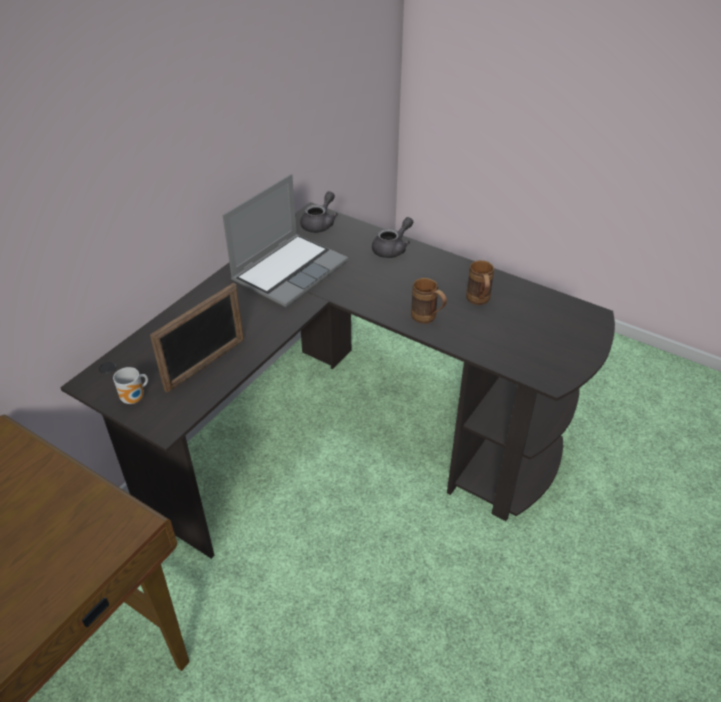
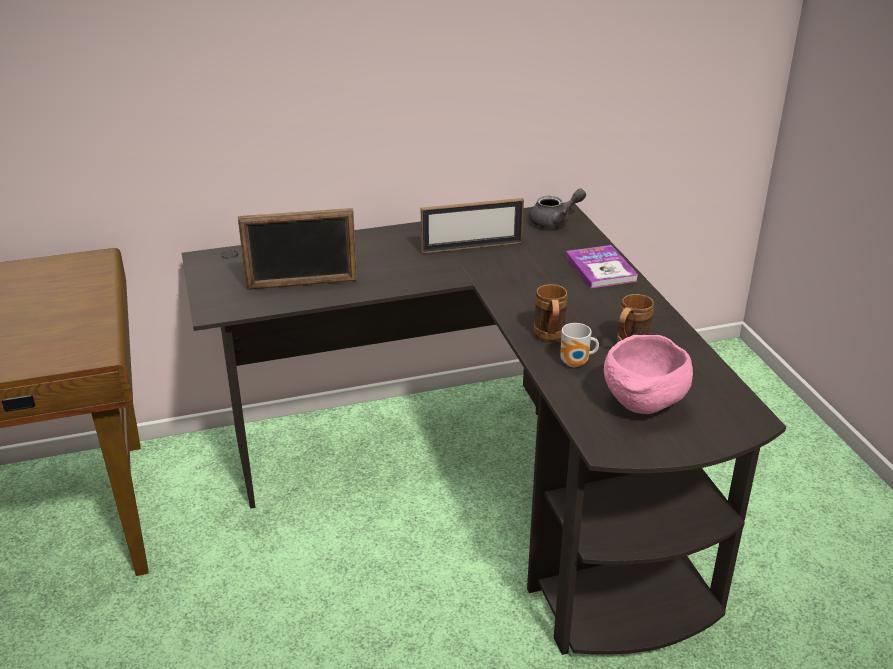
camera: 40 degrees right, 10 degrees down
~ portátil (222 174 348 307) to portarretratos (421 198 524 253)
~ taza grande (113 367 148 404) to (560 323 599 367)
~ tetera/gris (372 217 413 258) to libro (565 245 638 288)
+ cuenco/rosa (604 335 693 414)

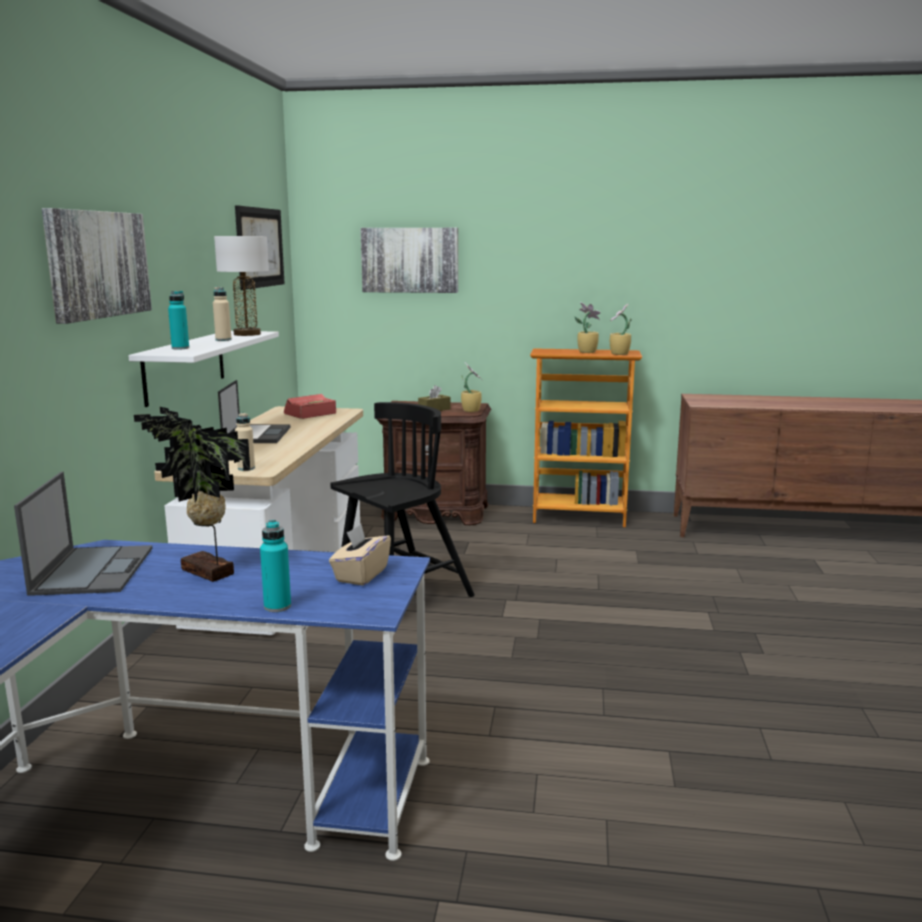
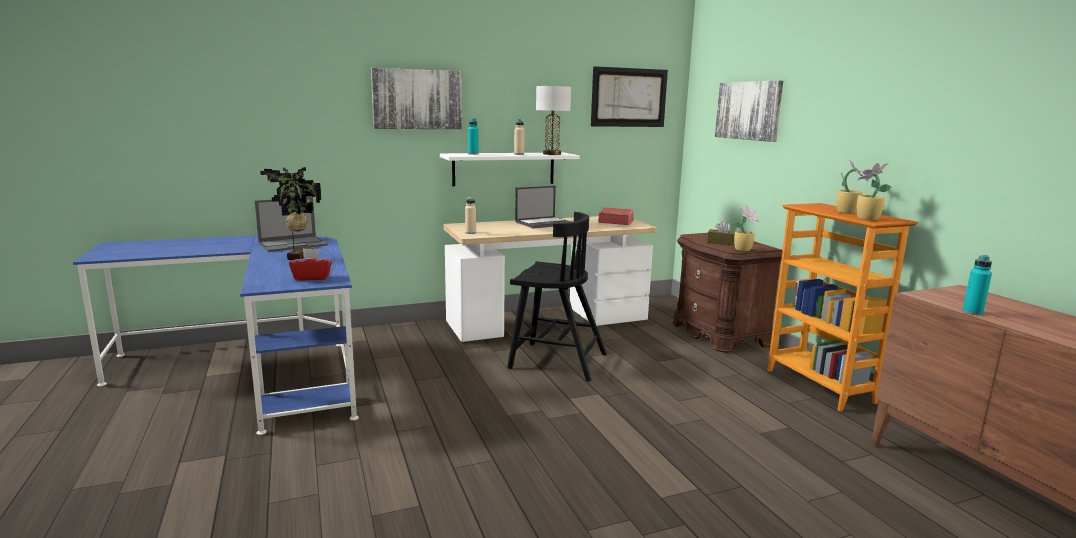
camera: 60 degrees right, 0 degrees up
~ caja de pañuelos/beis (329 524 391 586) to caja de pañuelos/rojo (289 248 332 280)
~ botella/turquesa (260 520 291 612) to (962 255 992 315)

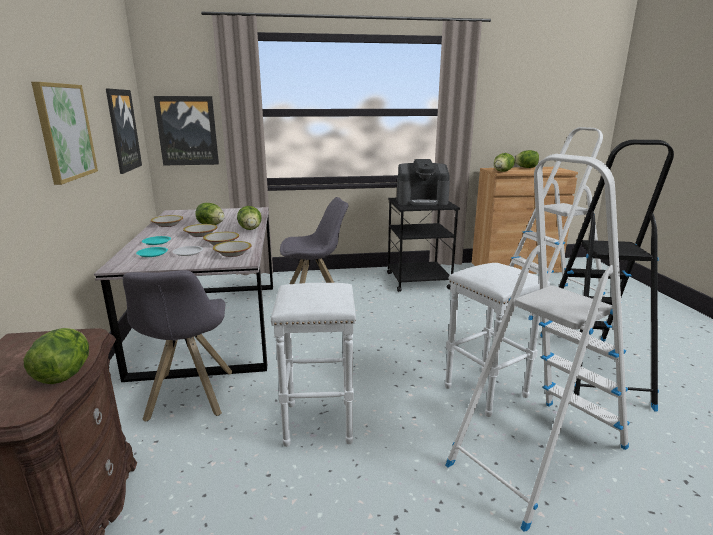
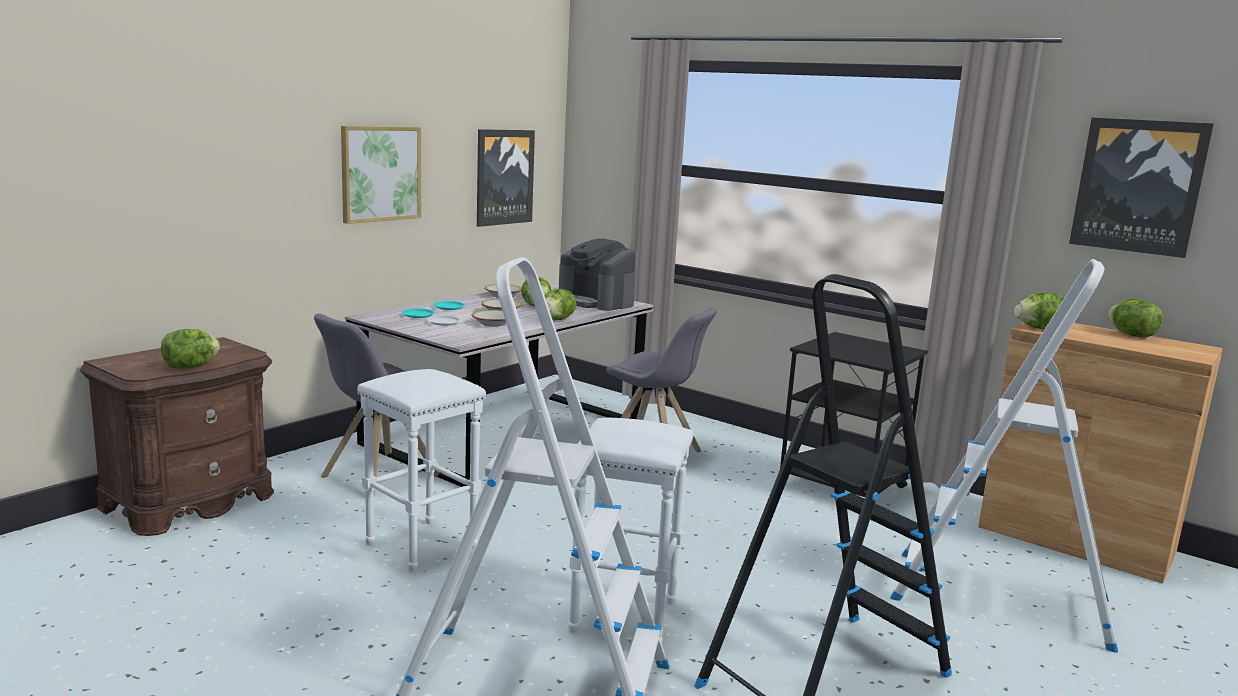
camera: 45 degrees right, 5 degrees down
~ cafetera (397 159 450 206) to (559 238 636 311)
~ cuadro (154 96 219 166) to (1069 118 1214 258)
- cuenco (213 241 252 257)

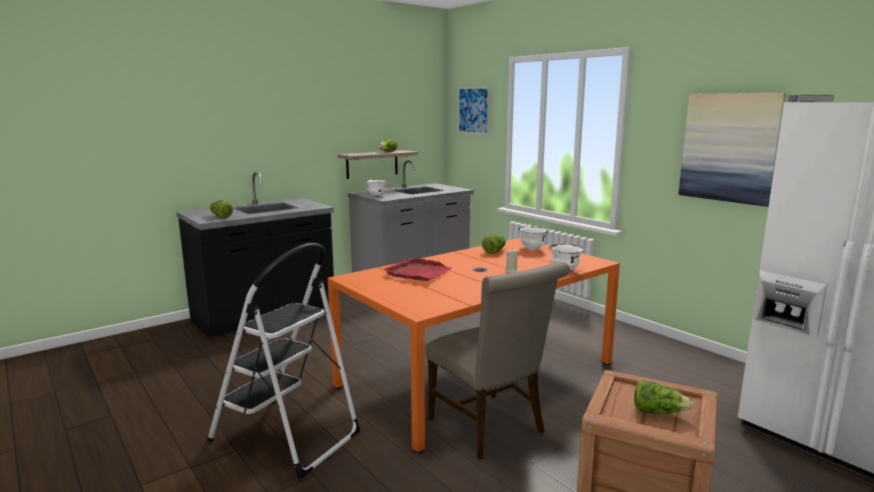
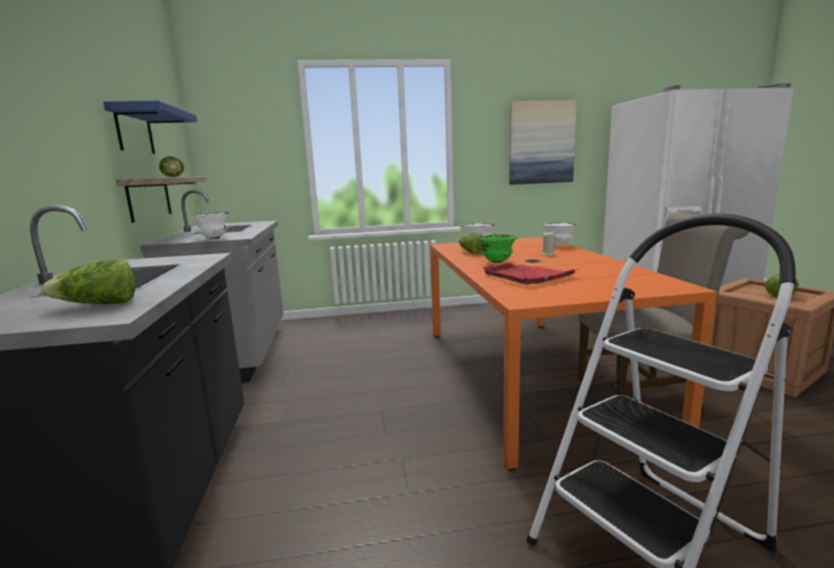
camera: 60 degrees left, 0 degrees up
+ estante/azul (103 101 197 154)
+ cuenco/verde (477 235 517 263)
- cuadro (458 87 490 135)

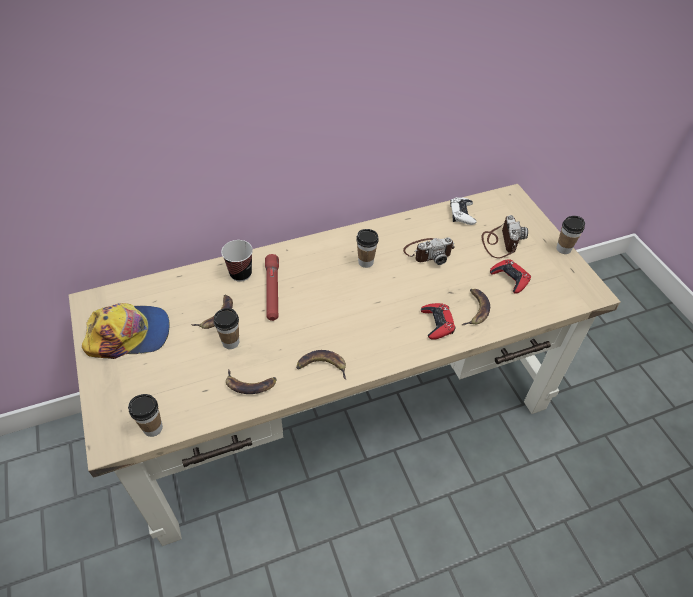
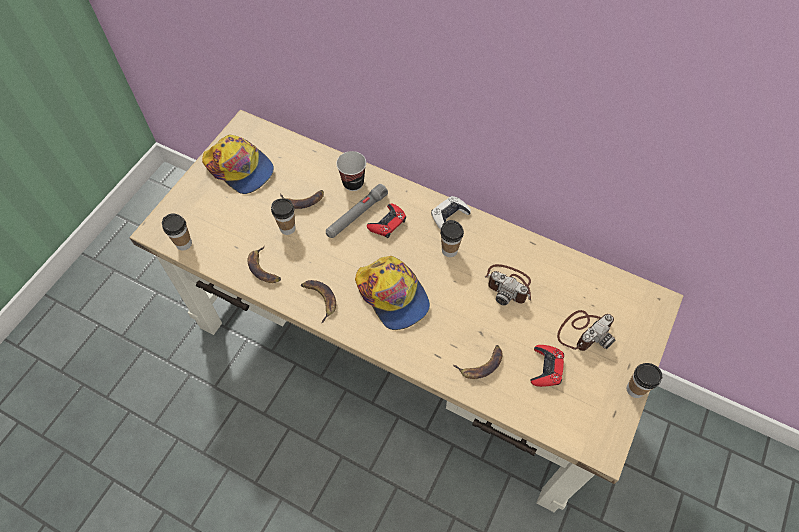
camera: 50 degrees right, 10 degrees up
~ linterna/rojo (265 254 279 321) to linterna/gris (326 184 388 238)
+ gorra (355 256 430 330)
~ mando de consola/rojo (421 303 455 340) to (367 204 406 238)
~ mando de consola/blanco (450 197 477 225) to (431 196 471 230)

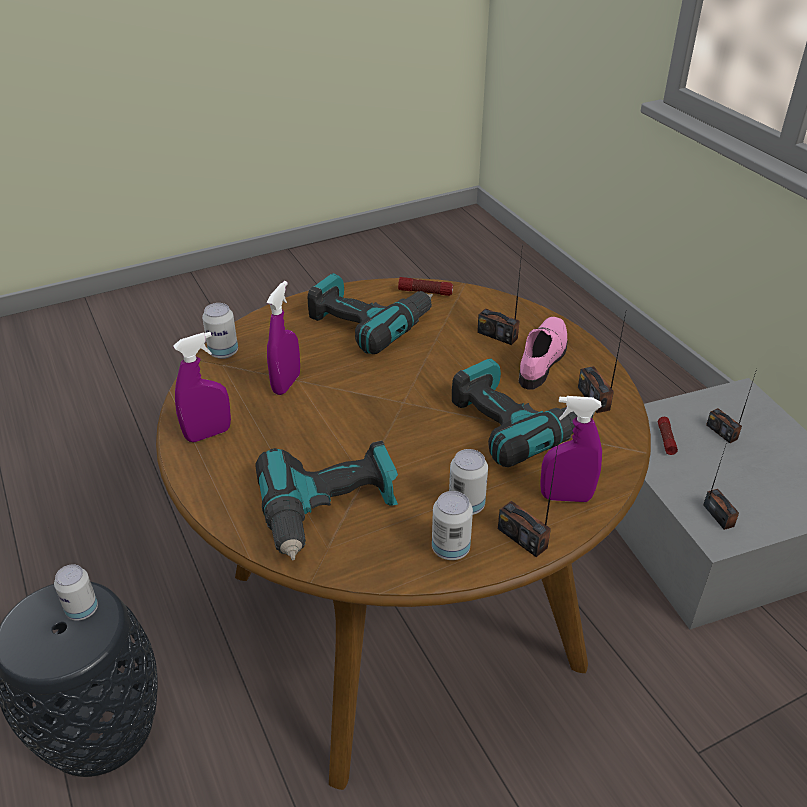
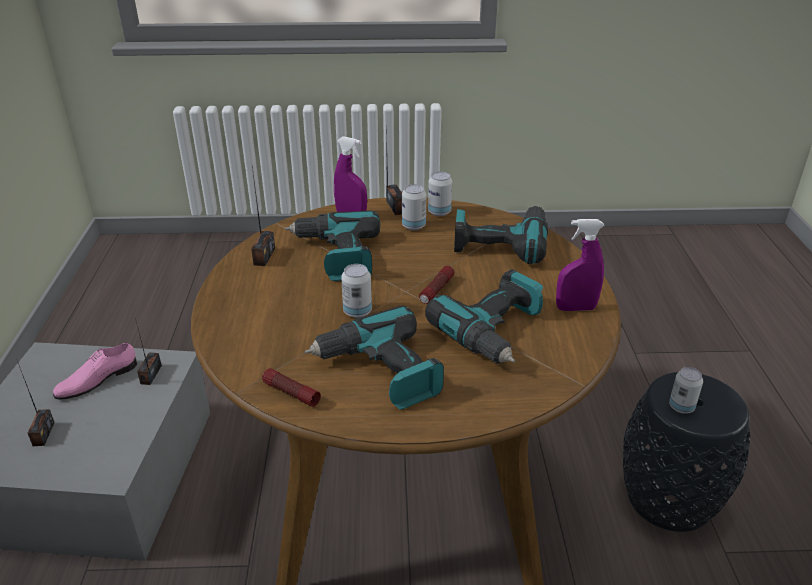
camera: 155 degrees left, 5 degrees down
~ zapato/rosa (519 317 568 390) to (53 343 137 400)
~ lata (202 303 238 359) to (341 264 372 318)
~ linterna (658 417 678 455) to (419 266 454 304)
~ pulverizador/morado (267 281 300 395) to taladro (425 269 543 364)
- radio (477 244 523 345)

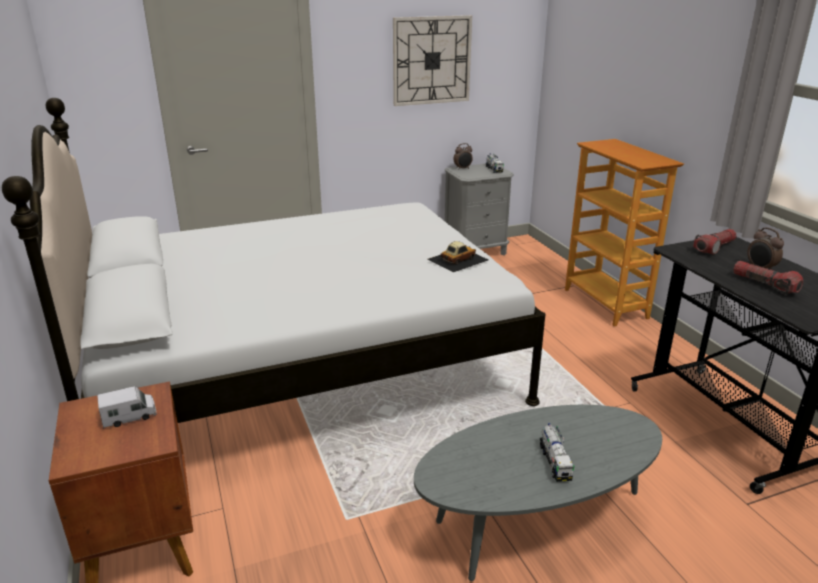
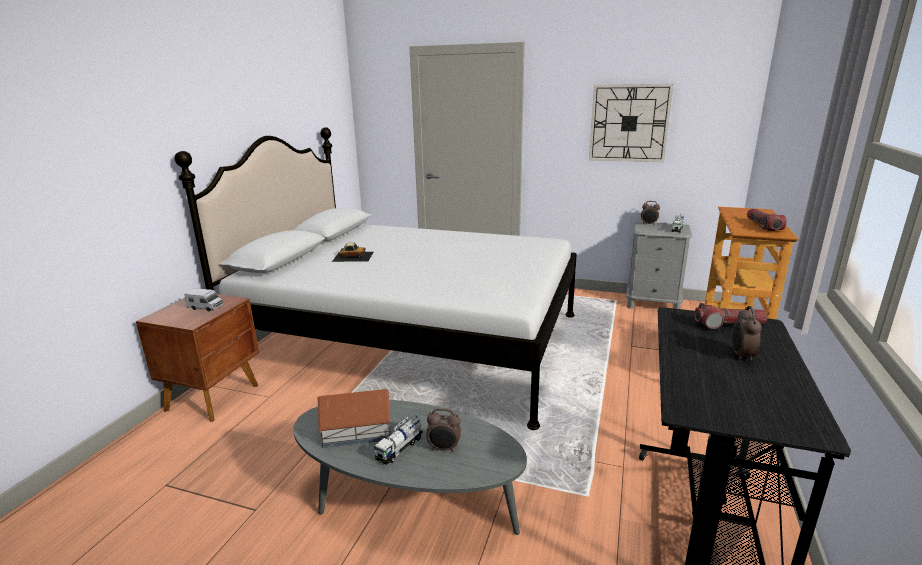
camera: 40 degrees right, 5 degrees down
+ casita (317 389 392 448)
~ coche de juguete (428 241 488 272) to (332 242 374 262)
+ despertador (426 408 461 452)
~ linterna (733 261 803 295) to (747 209 787 231)

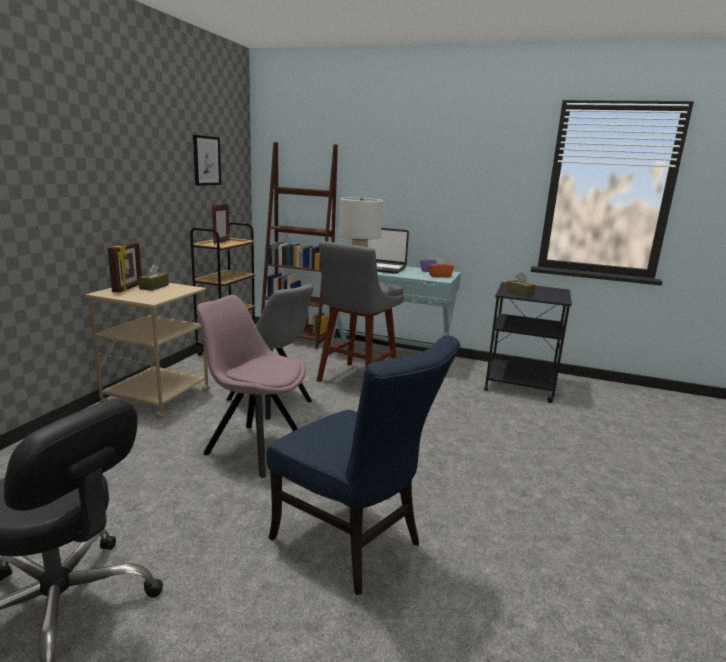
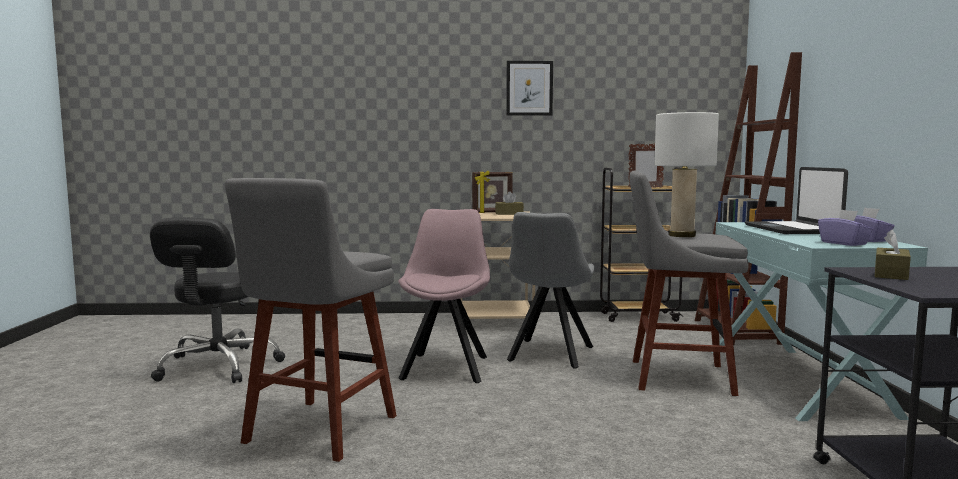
camera: 70 degrees right, 10 degrees down
~ silla/azul (266 335 461 595) to taburete/gris (225 178 397 462)
~ cuadro (193 135 221 186) to (506 61 553 116)
~ caja de pañuelos/naranja (428 257 454 278) to caja de pañuelos/morado (818 210 873 246)

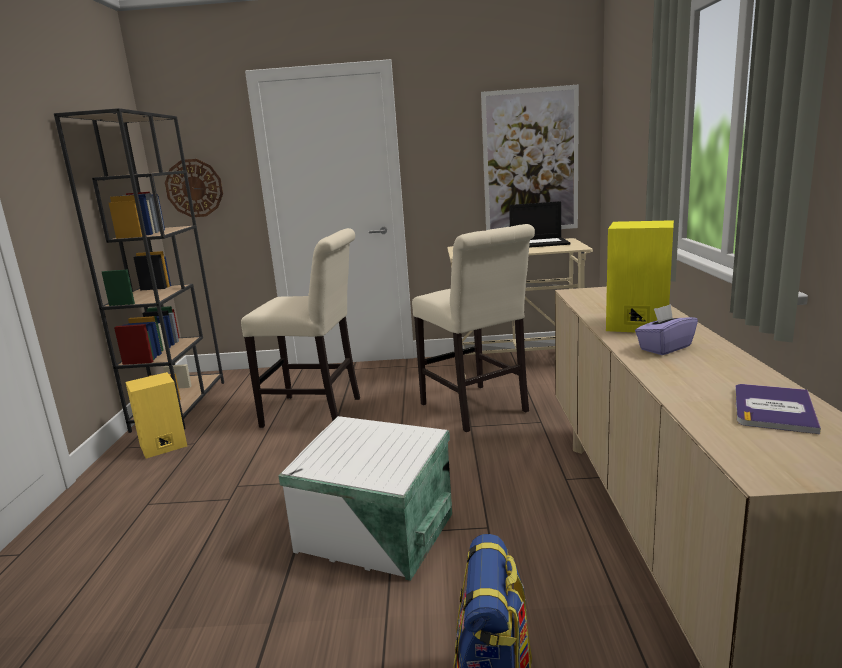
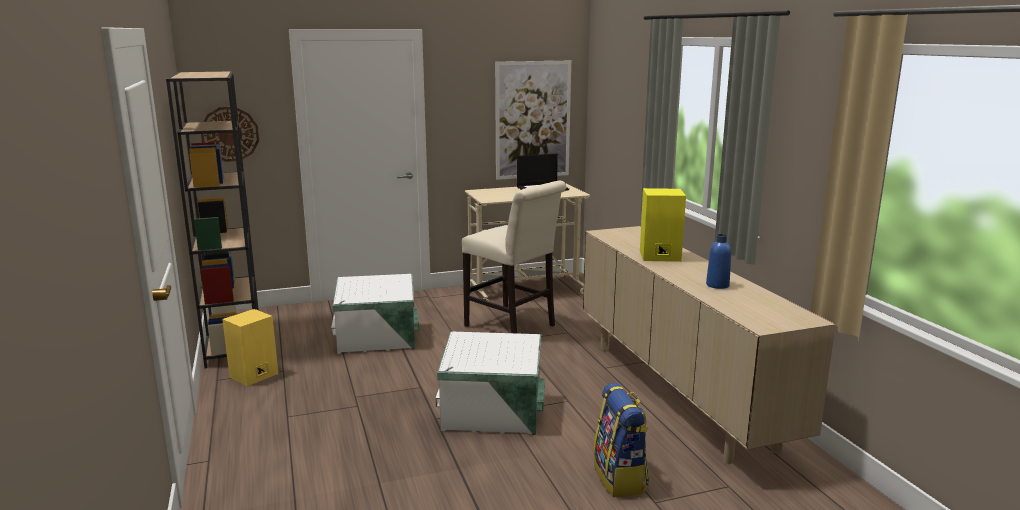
camera: 20 degrees left, 0 degrees up
~ taburete/beis (241 228 360 428) to caja de almacenaje/blanco (331 274 419 354)
+ botella/azul (706 234 731 289)
- caja de pañuelos/morado (635 304 698 355)
- libro (735 384 821 434)

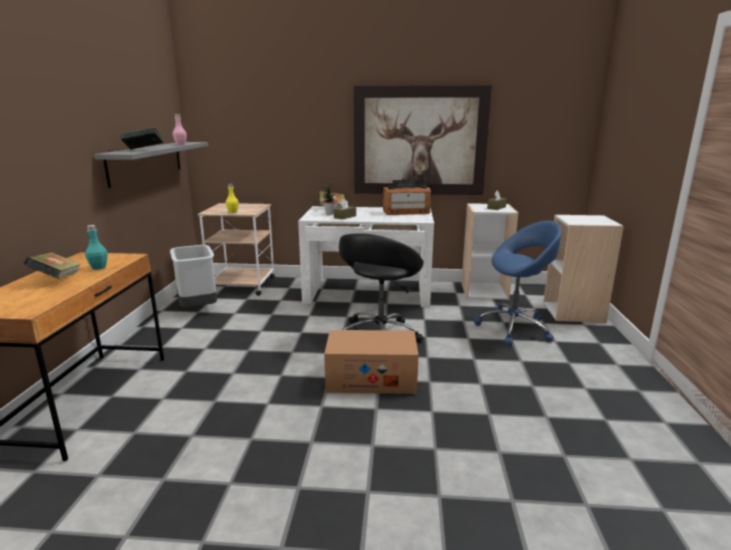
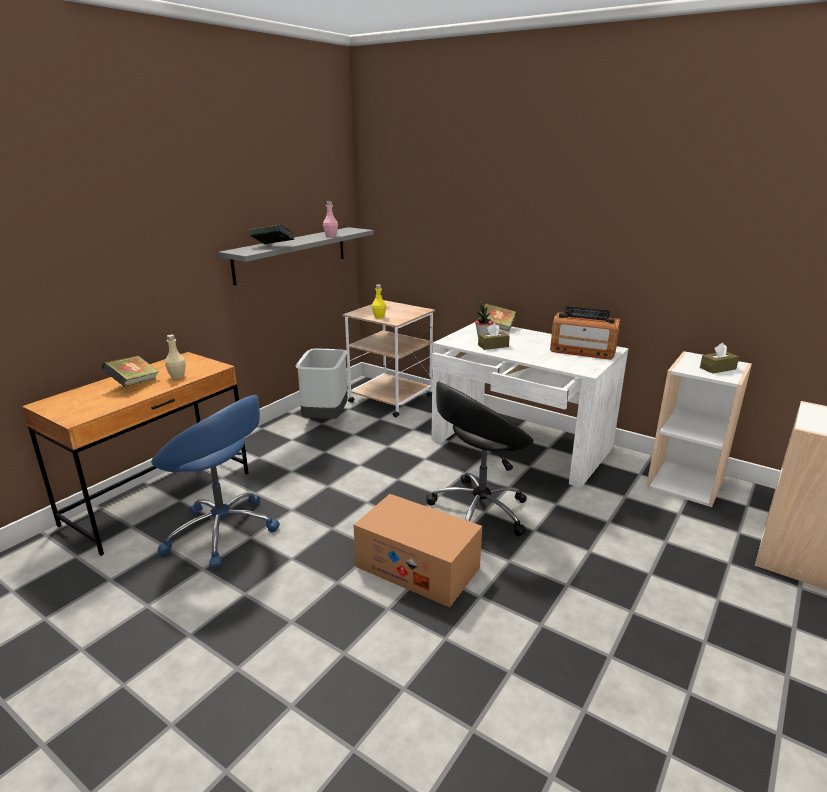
camera: 30 degrees right, 5 degrees up
~ silla de oficina/azul (474 221 561 346) to (151 395 280 569)
~ botella/turquesa (85 225 108 270) to botella/beis (165 335 185 379)
- cuadro (354 85 492 195)

